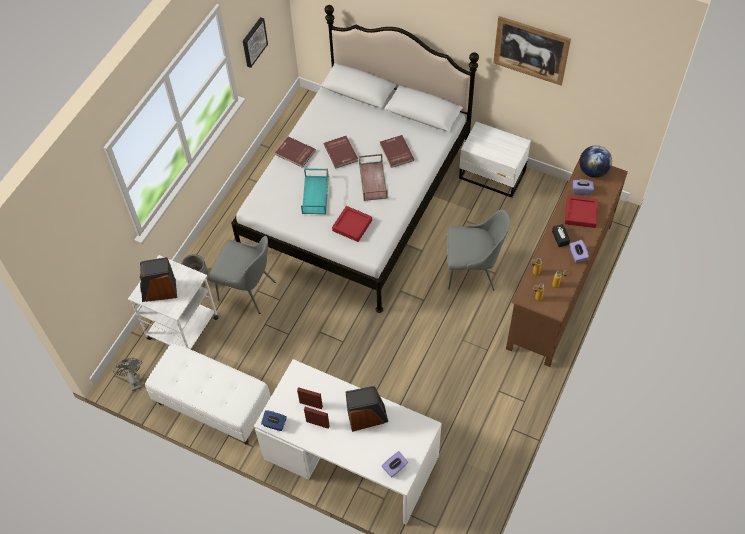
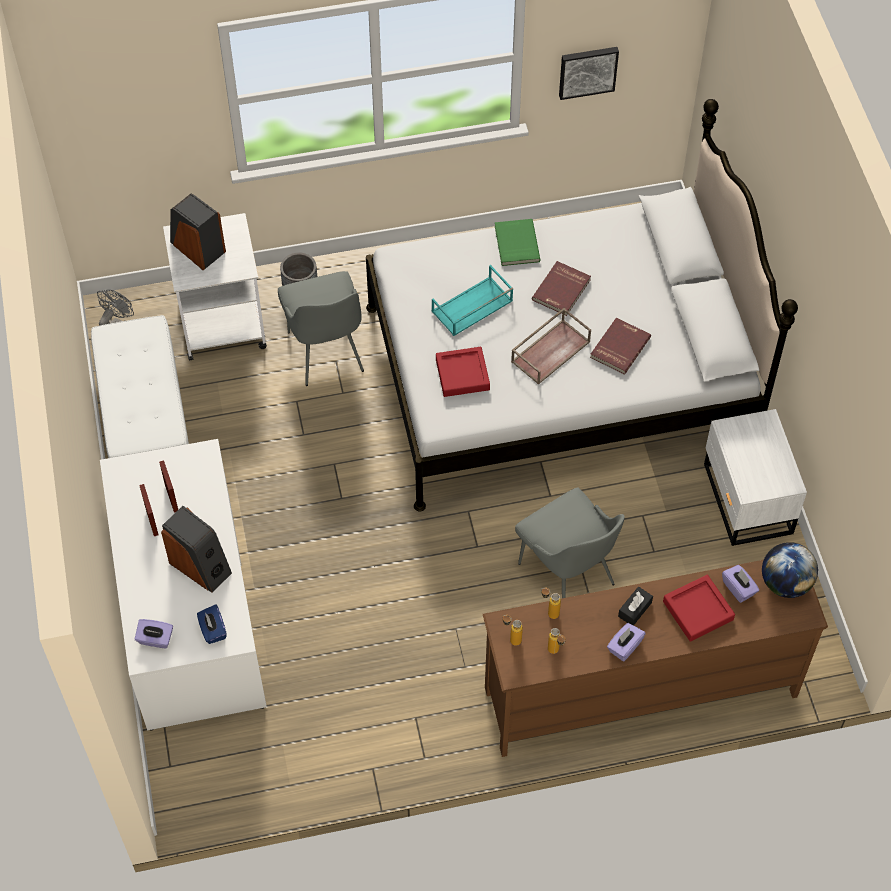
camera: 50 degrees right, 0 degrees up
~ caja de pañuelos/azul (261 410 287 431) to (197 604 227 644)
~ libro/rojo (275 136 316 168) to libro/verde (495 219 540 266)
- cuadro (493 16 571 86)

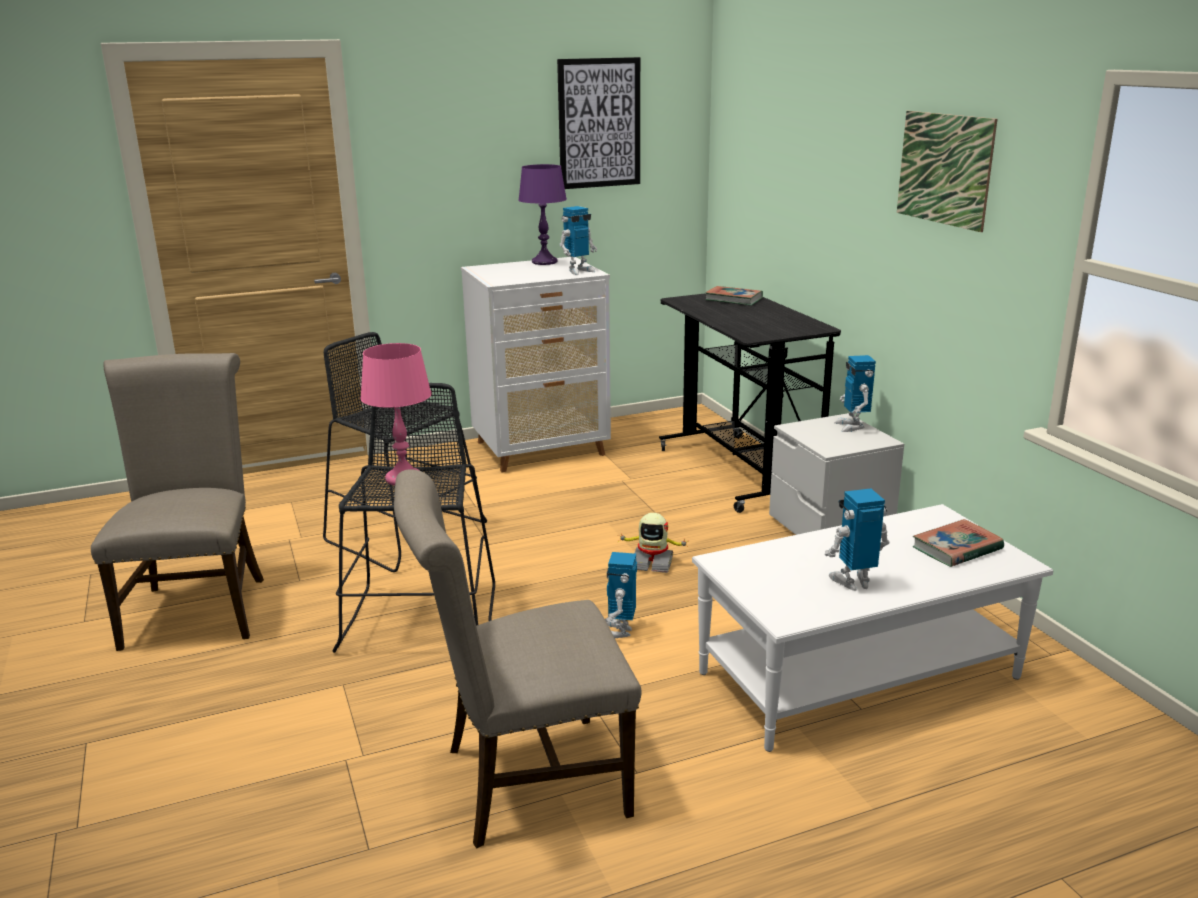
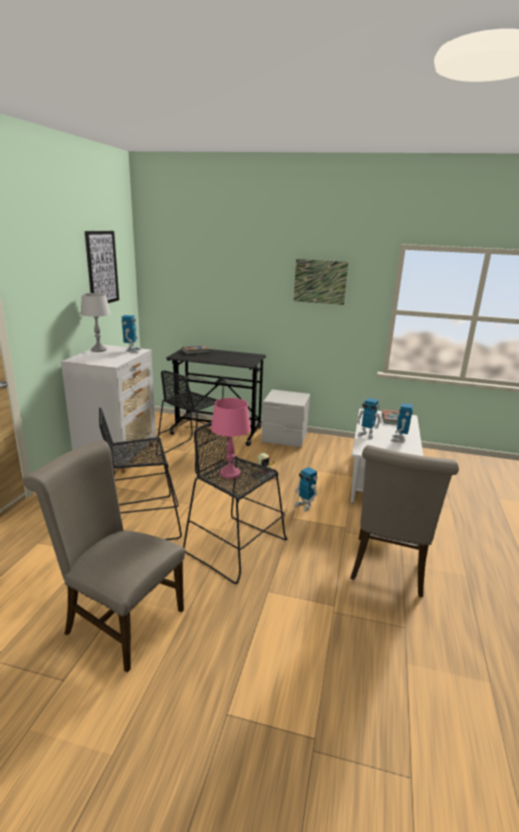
camera: 55 degrees left, 0 degrees up
~ lámpara de mesa/morado (518 164 567 265) to lámpara de mesa/gris (81 293 111 352)
+ taburete/negro (156 371 229 474)
~ robot de juguete (834 355 876 432) to (356 398 381 440)

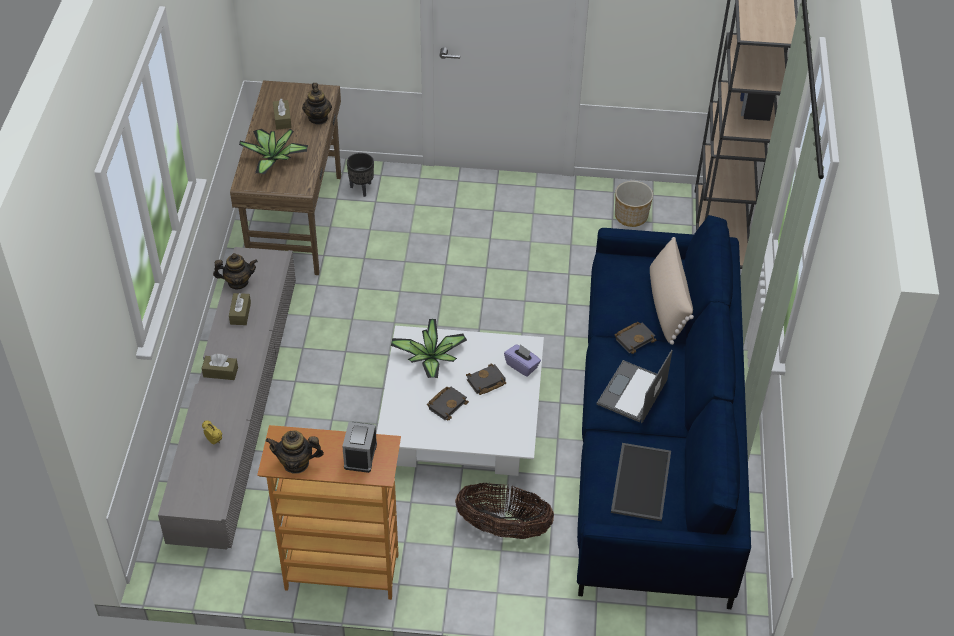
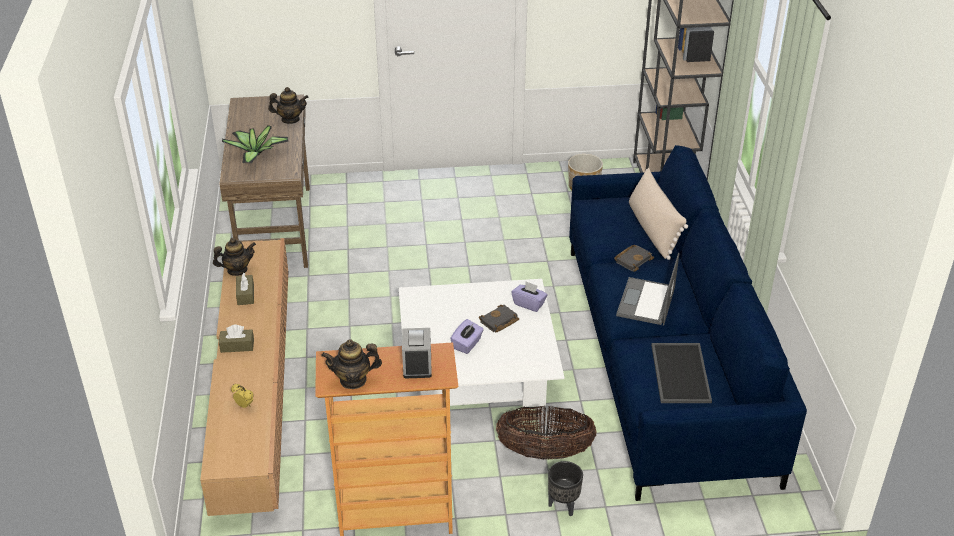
camera: 10 degrees left, 10 degrees down
~ mueble de televisión/gris (158 247 296 549) to mueble de televisión/marrón (200 238 288 516)
~ tetera (302 83 332 124) = (268 87 308 124) 75 degrees counterclockwise
~ libro/negro (427 386 469 420) to caja de pañuelos/morado (450 319 484 354)
~ maceta/negro (347 153 374 197) to (548 461 583 516)
- caja de pañuelos/marrón (273 99 292 130)
- planta en maceta (391 319 467 378)

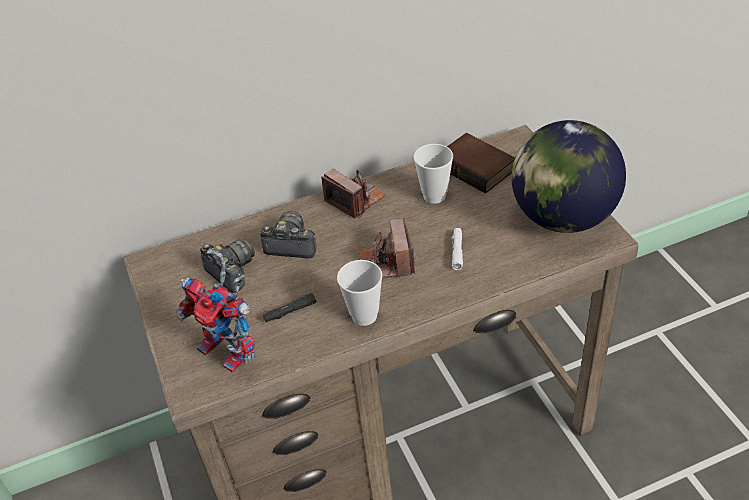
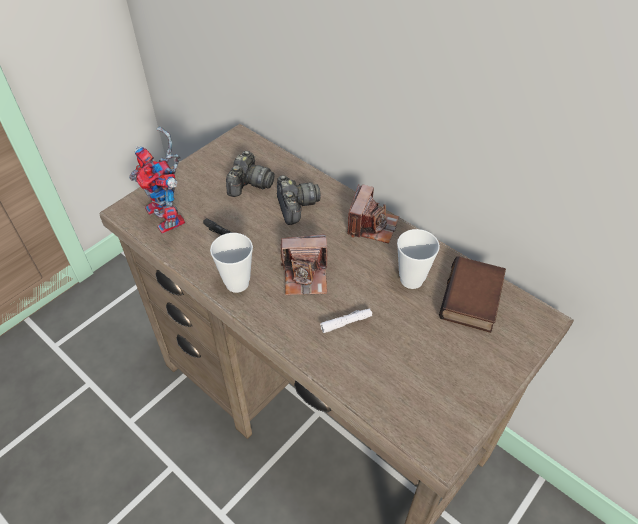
camera: 60 degrees right, 5 degrees up
~ robot de juguete (176 248 255 372) = (129 126 185 234) 45 degrees counterclockwise
~ cámara (360 218 415 278) = (280 234 327 295) 150 degrees counterclockwise
- globo terráqueo (511 120 626 233)

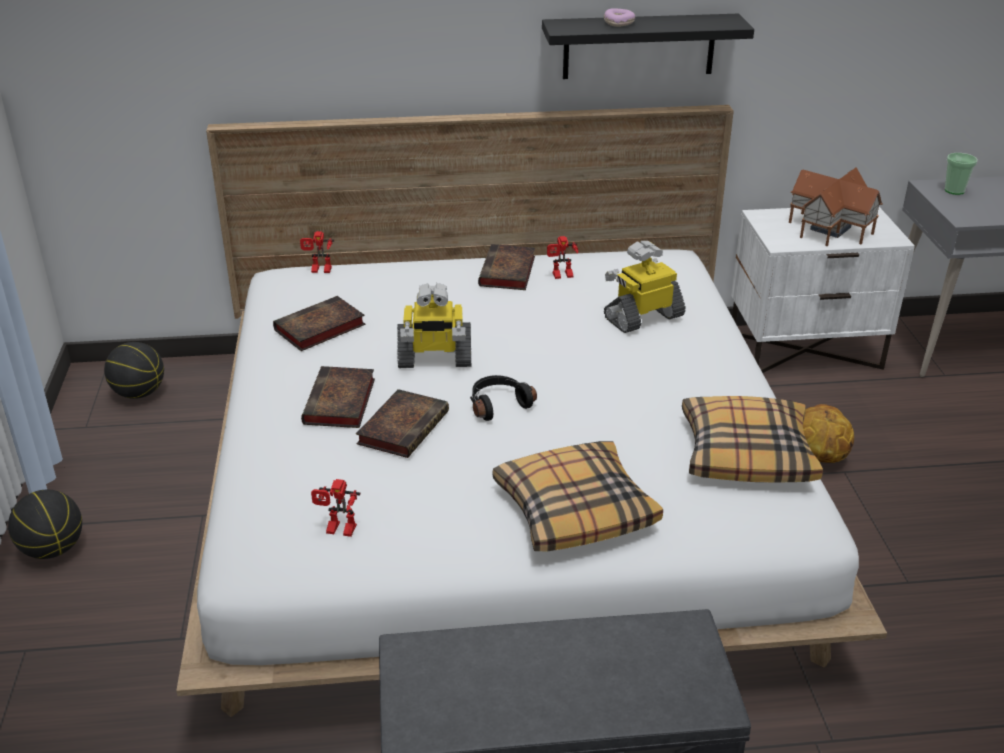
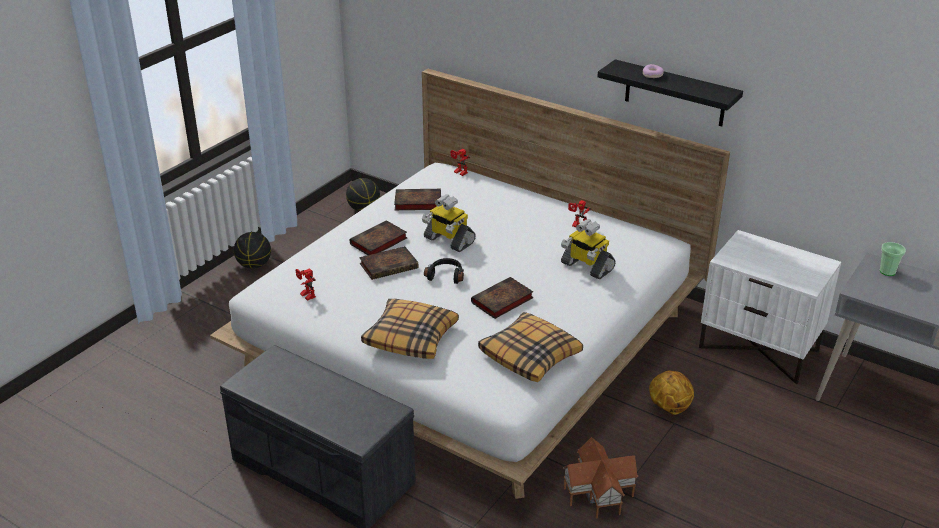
camera: 40 degrees right, 0 degrees up
~ libro (478 244 535 290) to (471 277 533 319)
~ robot de juguete (604 241 686 333) = (561 219 616 280) 150 degrees counterclockwise
~ casita (789 167 883 246) to (563 437 639 519)

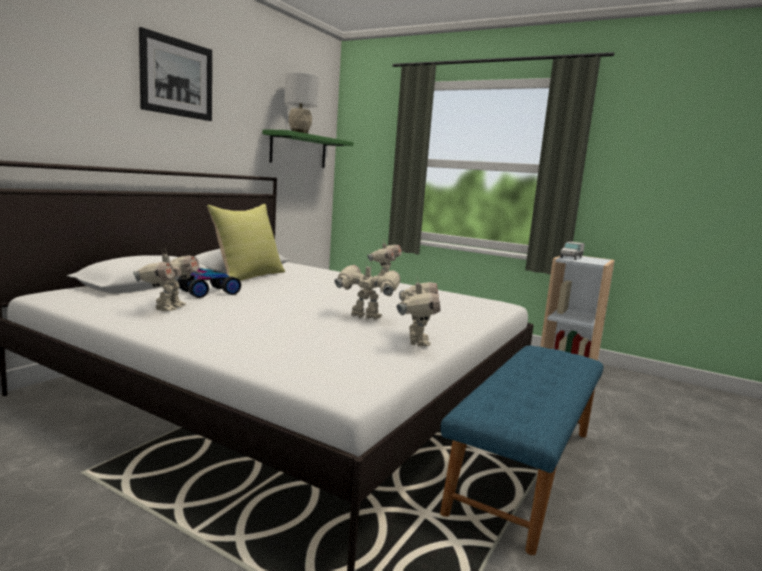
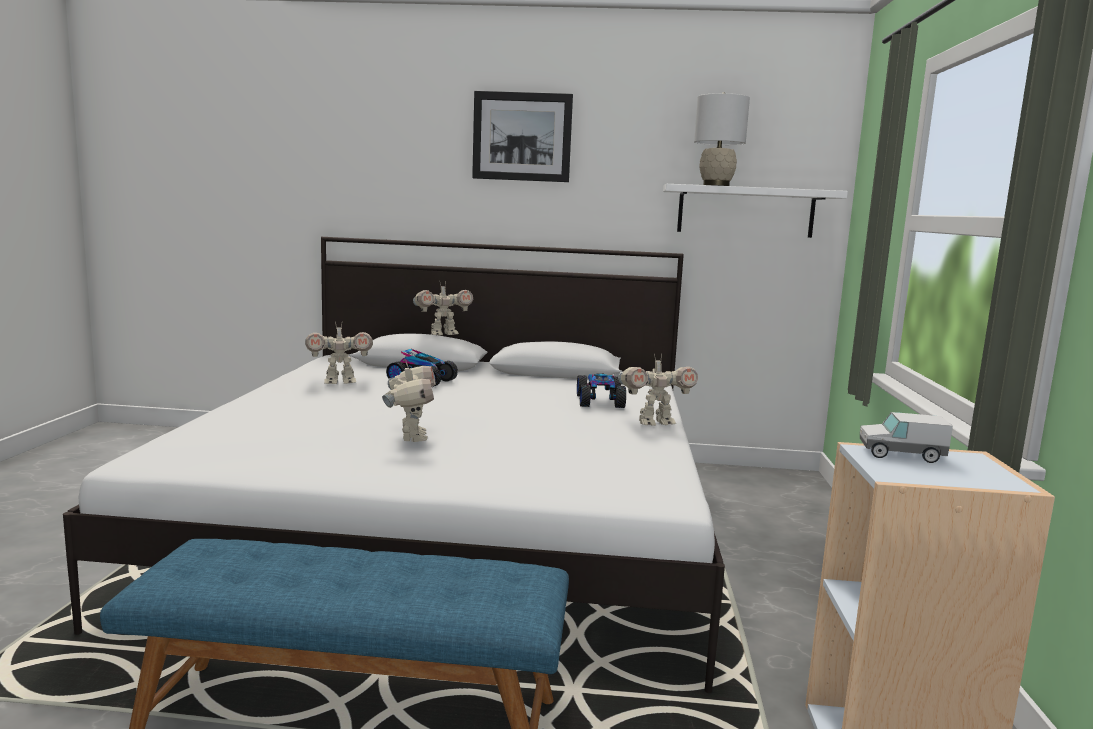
camera: 65 degrees right, 0 degrees up
~ robot de juguete (397 277 441 346) to (413 283 473 335)
+ coche de juguete (577 373 626 408)
~ estante/verde (262 129 354 168) to estante/blanco (663 184 848 238)
- cojín/amarillo (207 204 285 281)

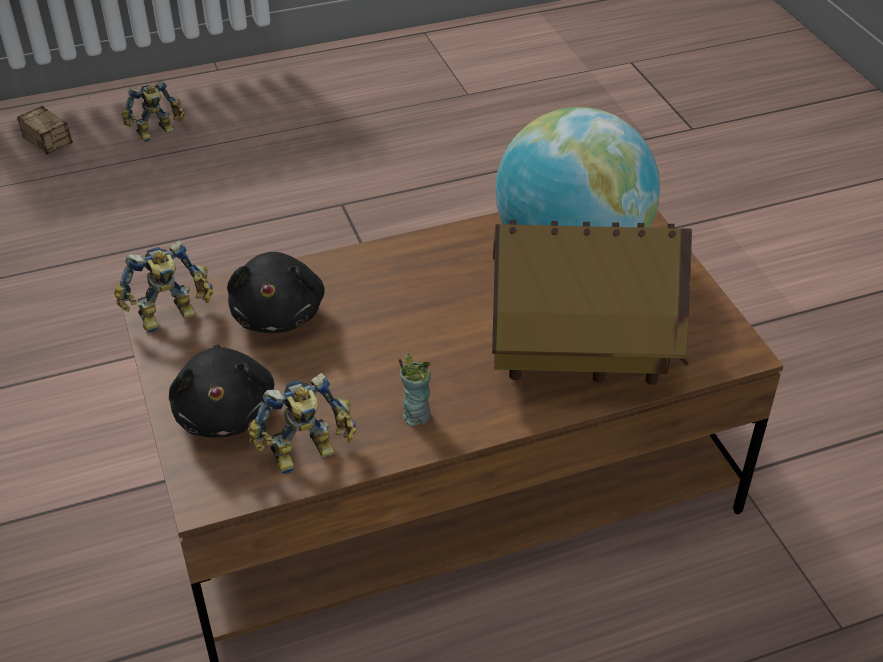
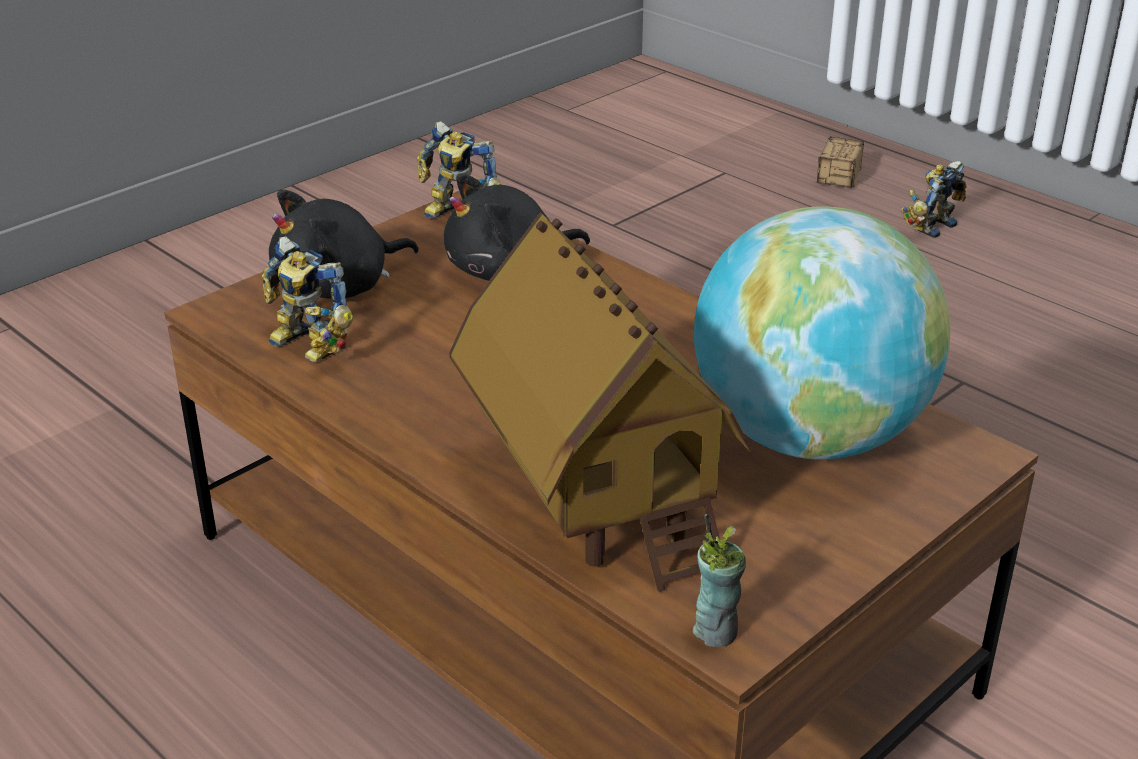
camera: 65 degrees right, 10 degrees down
~ taza (398 354 431 426) to (693 514 746 647)
~ robot de juguete (122 80 185 142) = (901 161 967 238) 105 degrees clockwise

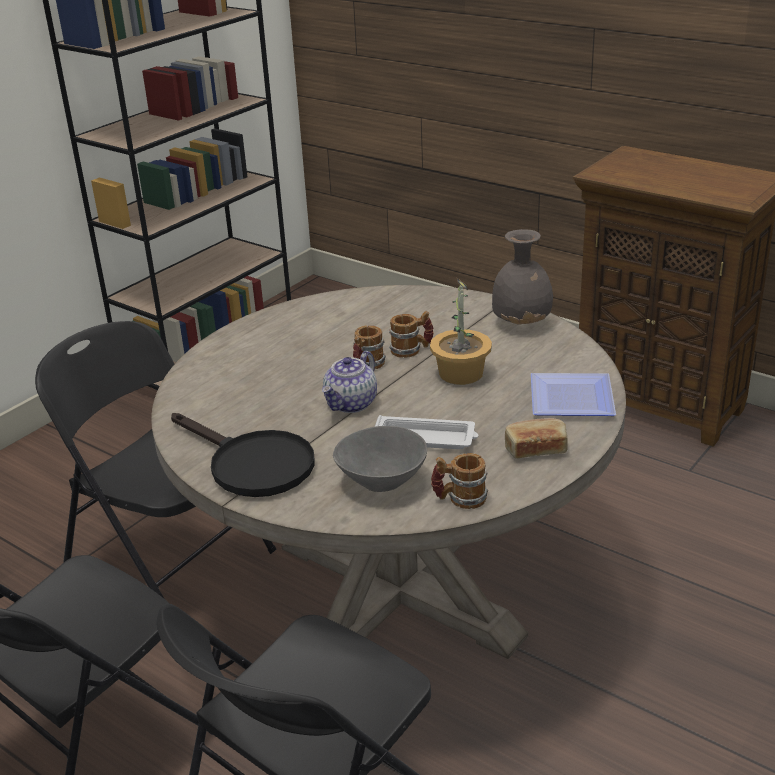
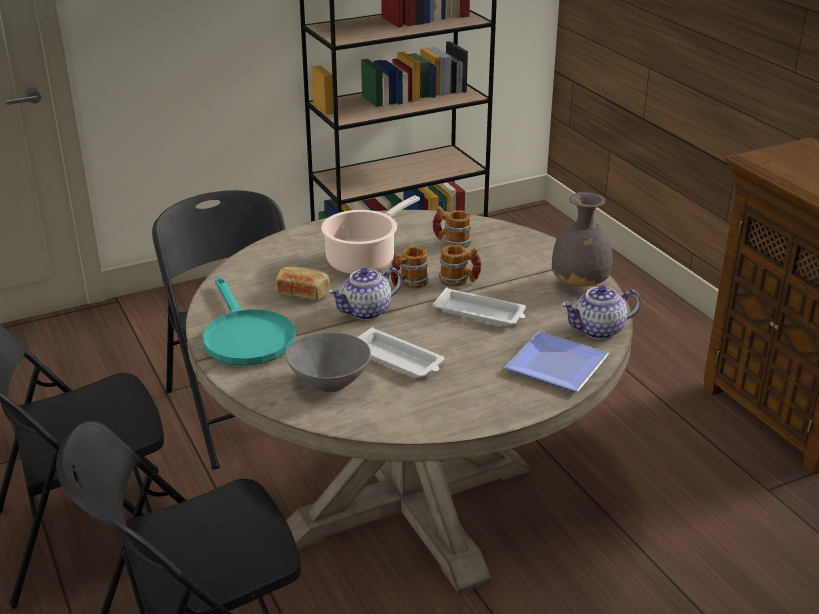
camera: 25 degrees right, 0 degrees up
~ sartén/negro (171 413 315 497) to sartén/turquesa (203 276 296 366)
~ pan (505 418 568 458) to (276 267 330 300)
+ olla (321 195 420 274)
~ taza grande (431 453 488 509) to (433 206 471 248)
~ planta en maceta (430 277 492 385) to bandeja/blanco (433 287 526 326)
+ tetera (562 285 641 339)

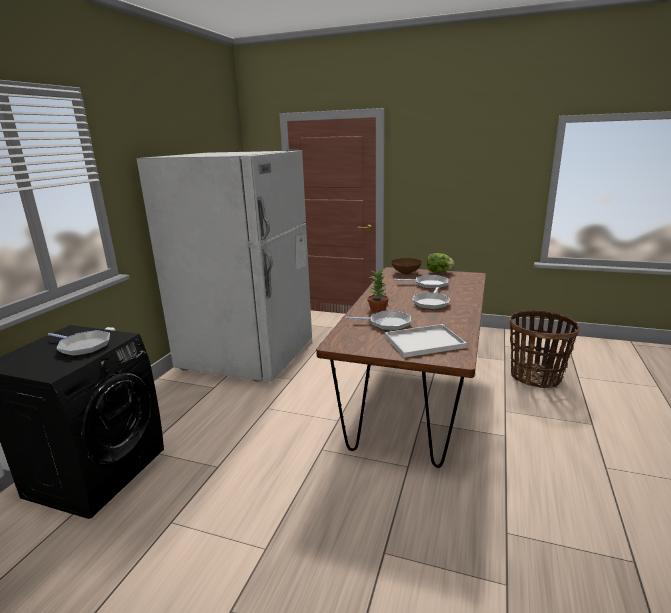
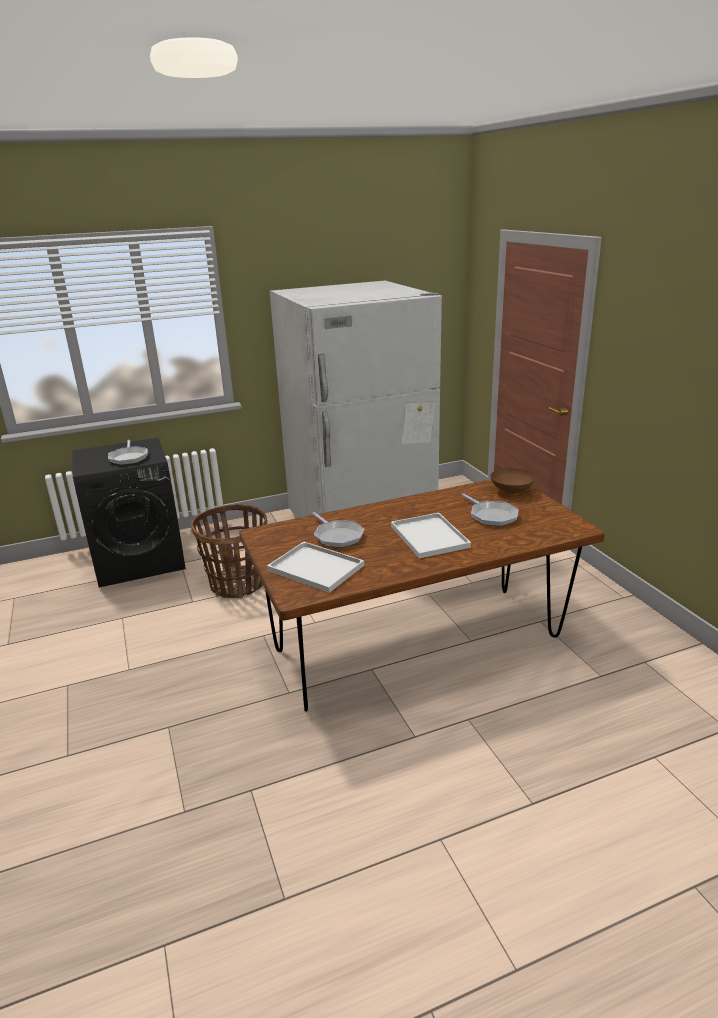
camera: 50 degrees right, 5 degrees up
~ cesta (510 310 580 389) to (191 504 267 598)
~ sartén (412 287 450 310) to bandeja/blanco (391 513 471 558)
- planta en maceta (367 269 388 313)
- lechuga (427 253 454 273)

